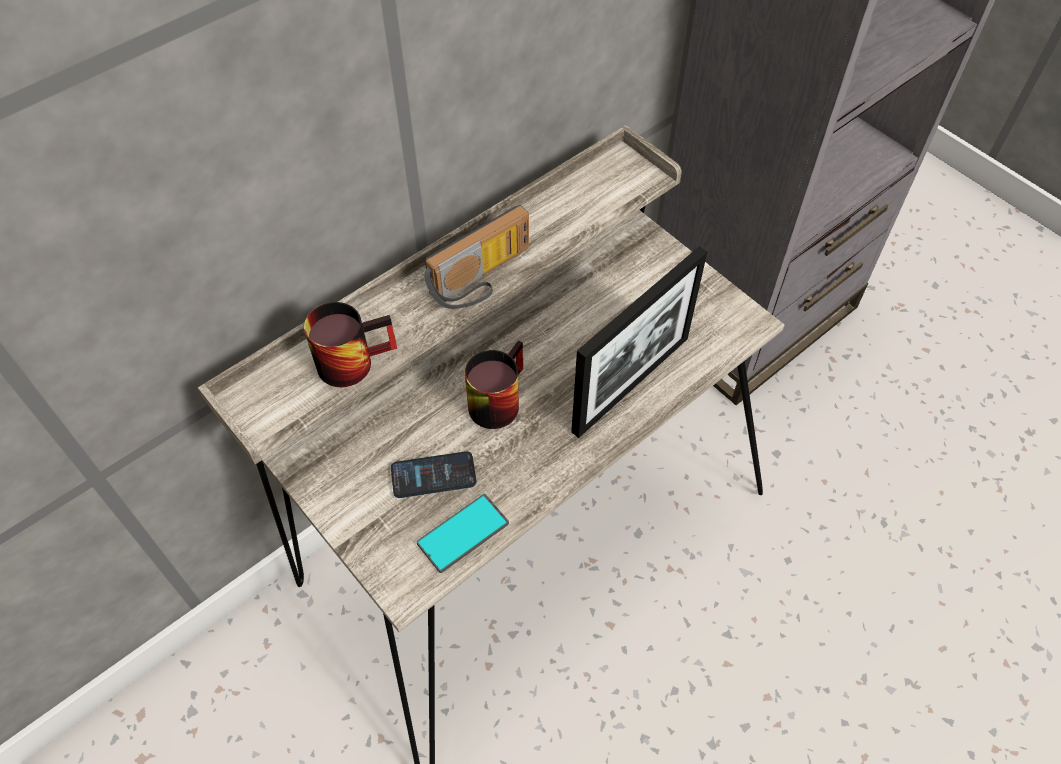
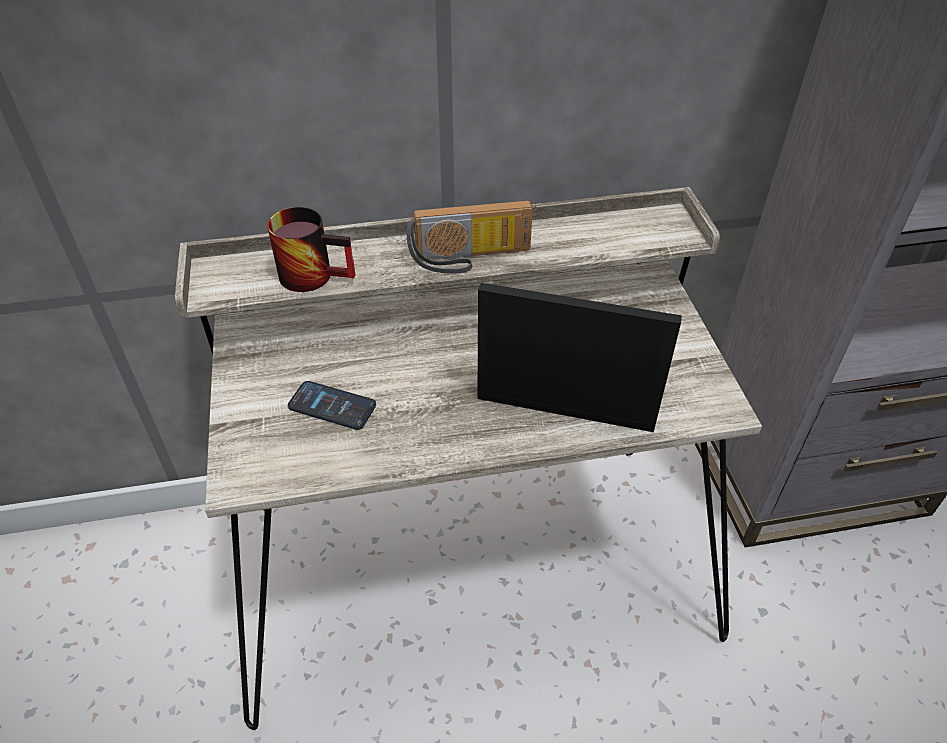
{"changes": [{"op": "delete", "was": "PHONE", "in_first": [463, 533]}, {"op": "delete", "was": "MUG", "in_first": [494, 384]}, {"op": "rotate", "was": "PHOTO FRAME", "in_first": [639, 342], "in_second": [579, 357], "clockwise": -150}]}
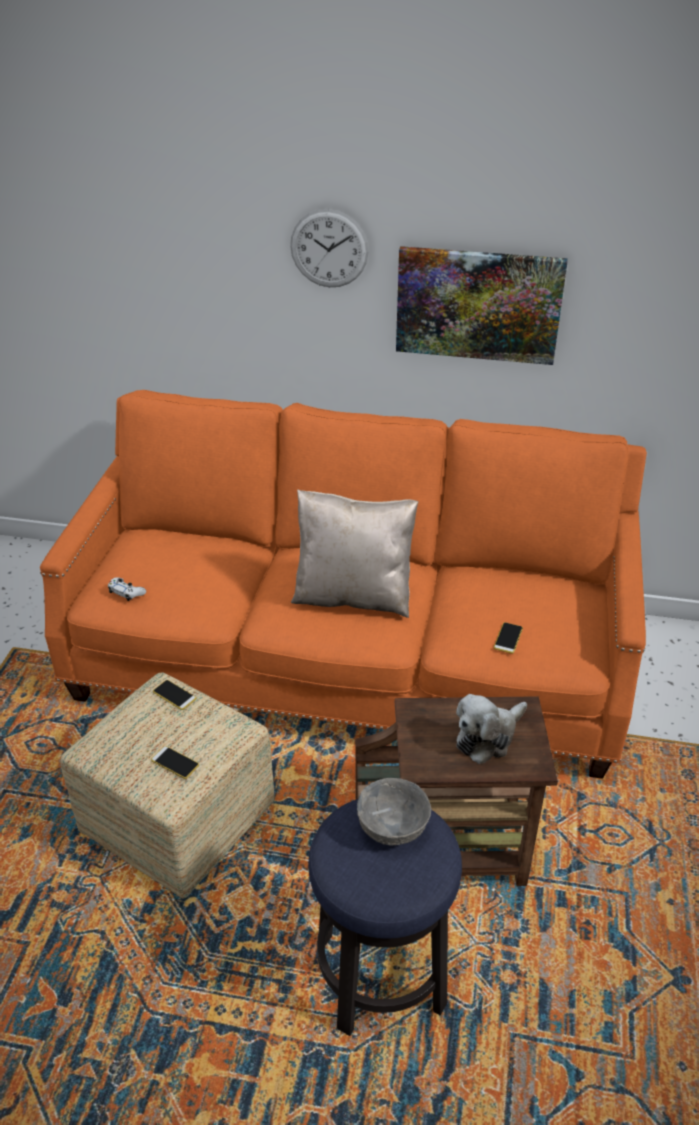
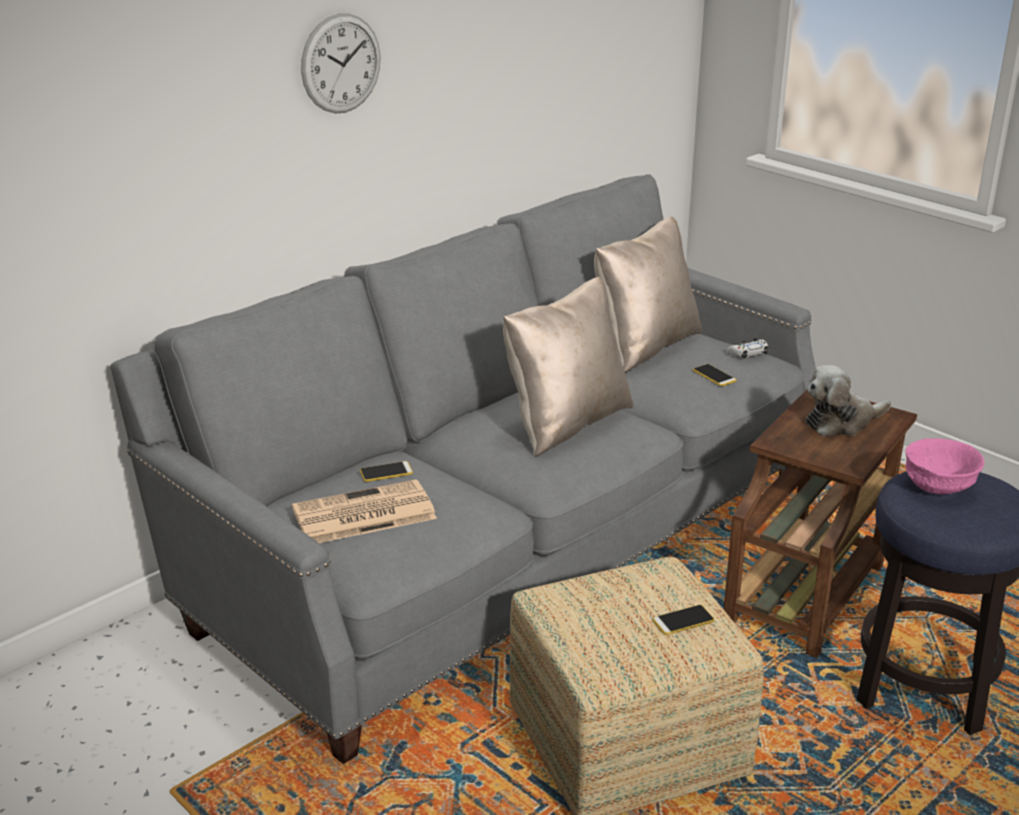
{"changes": [{"op": "recolor", "was": "ORANGEY SETTEE", "now": "GRAY SETTEE", "in_first": [343, 584], "in_second": [463, 469]}, {"op": "move", "was": "WHITISH GAMEPAD", "in_first": [127, 589], "in_second": [747, 348]}, {"op": "move", "was": "PHONE", "in_first": [174, 695], "in_second": [386, 471]}, {"op": "recolor", "was": "GRAY SERVING BOWL", "now": "PINK SERVING BOWL", "in_first": [394, 812], "in_second": [945, 466]}, {"op": "delete", "was": "PICTURE", "in_first": [482, 305]}, {"op": "rotate", "was": "CUDDLY TOY", "in_first": [491, 729], "in_second": [848, 400], "clockwise": 75}, {"op": "insert", "now": "DAILY PAPER", "in_second": [364, 511]}, {"op": "insert", "now": "SAND-COLOURED CUSHION", "in_second": [648, 294]}]}
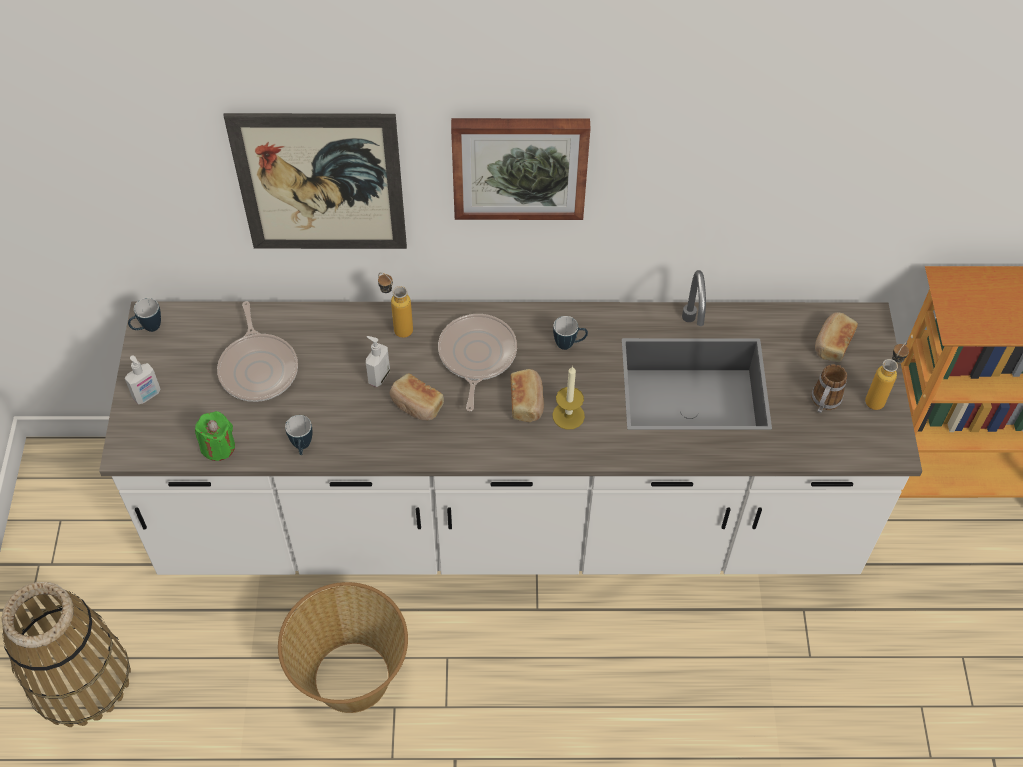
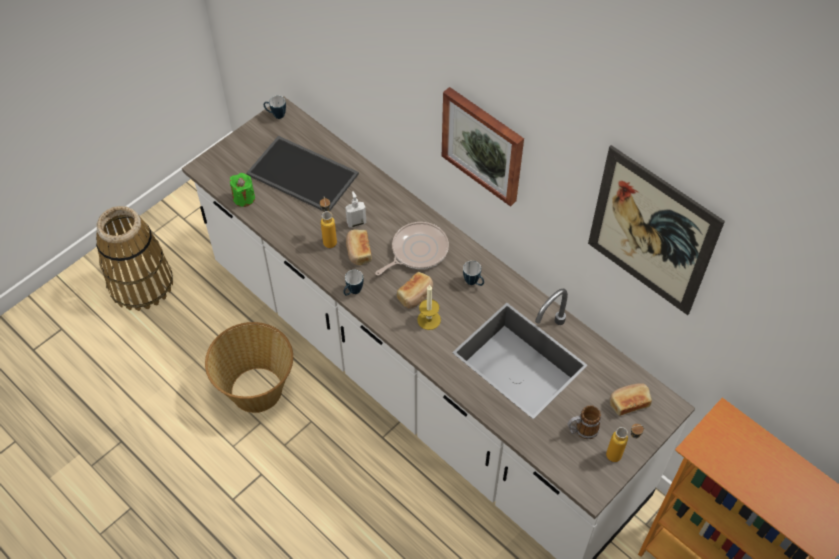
{"changes": [{"op": "delete", "was": "SOAP DISPENSER", "in_first": [143, 379]}, {"op": "replace", "was": "FRYING PAN", "now": "SERVING TRAY", "in_first": [257, 351], "in_second": [302, 174]}, {"op": "move", "was": "PICTURE", "in_first": [315, 181], "in_second": [656, 230]}, {"op": "move", "was": "MUG", "in_first": [298, 435], "in_second": [353, 283]}, {"op": "move", "was": "BEVERAGE BOTTLE", "in_first": [395, 305], "in_second": [328, 222]}]}
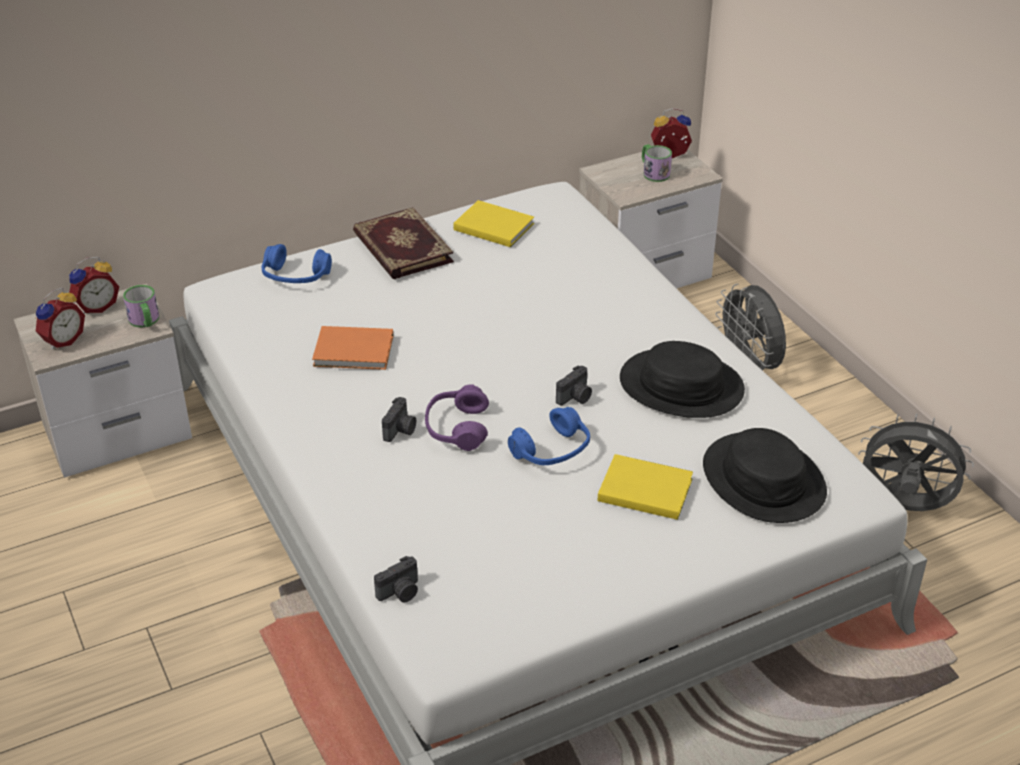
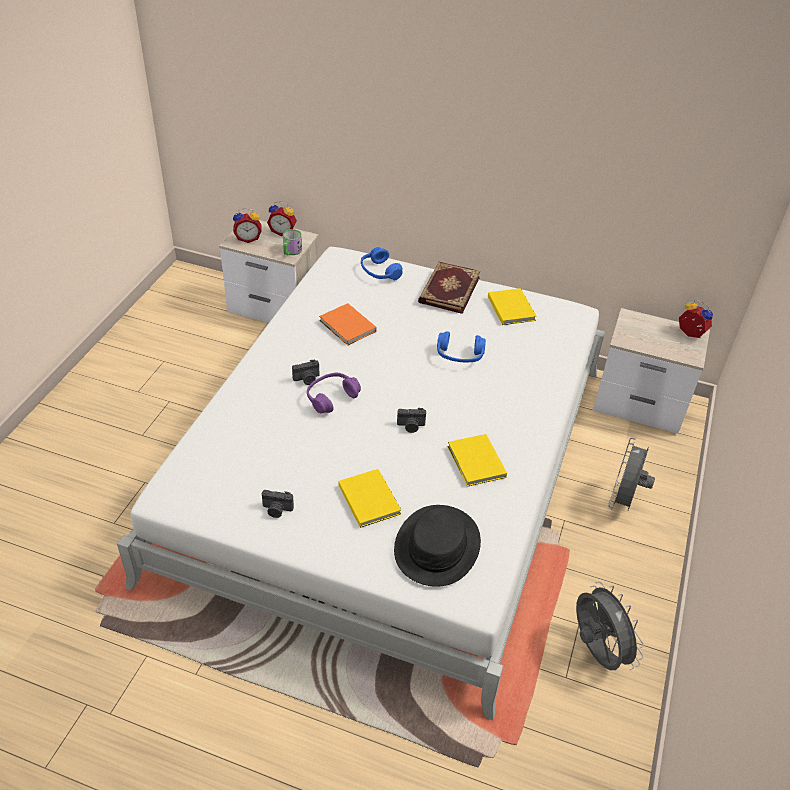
{"changes": [{"op": "move", "was": "STILL CAMERA", "in_first": [396, 579], "in_second": [278, 504]}, {"op": "move", "was": "BLUE HEADSET", "in_first": [549, 436], "in_second": [461, 347]}, {"op": "replace", "was": "BLACKISH CLOTHING HAT", "now": "YELLOW VOLUME", "in_first": [682, 379], "in_second": [477, 460]}, {"op": "delete", "was": "MUG", "in_first": [657, 163]}]}
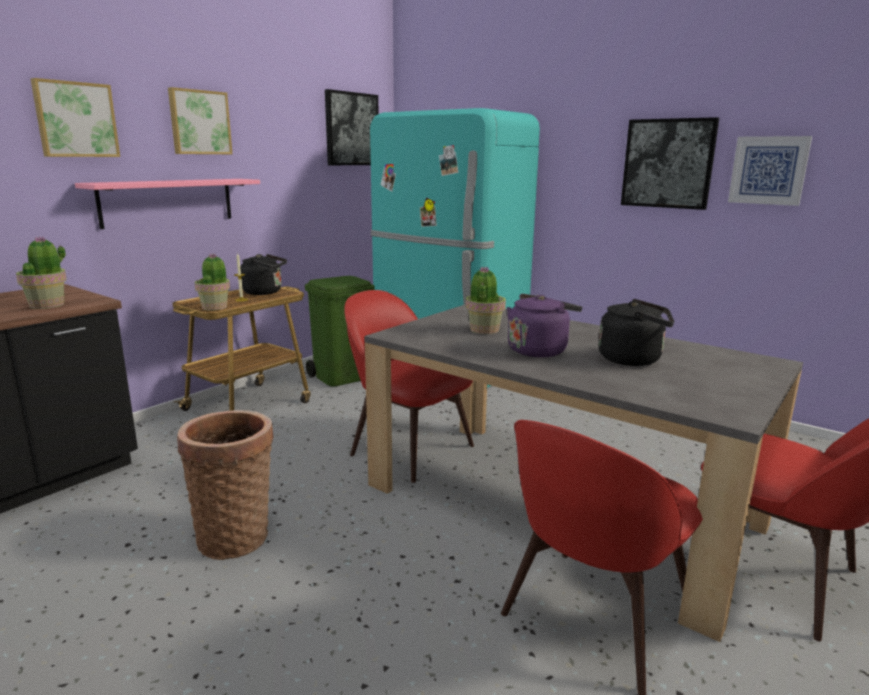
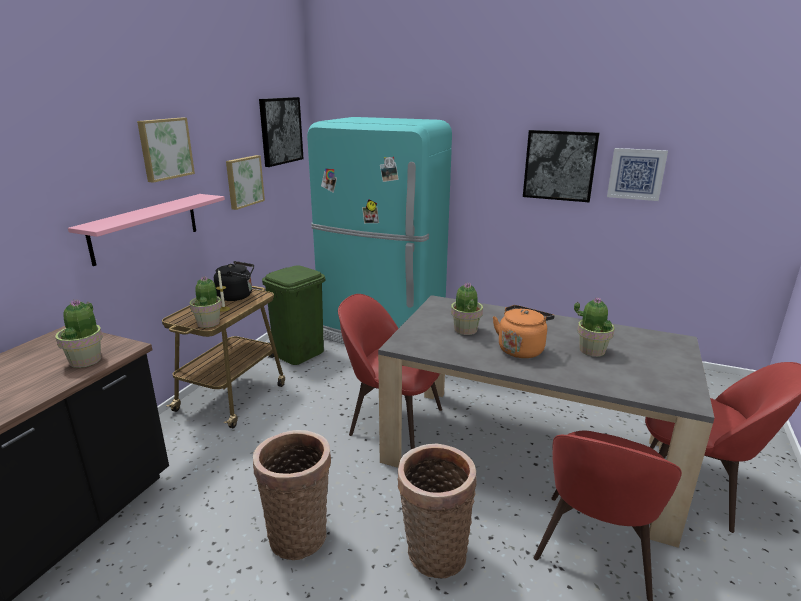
{"changes": [{"op": "move", "was": "PICTURE", "in_first": [75, 117], "in_second": [245, 182]}, {"op": "recolor", "was": "PURPLISH WATER KETTLE", "now": "ORANGEY WATER KETTLE", "in_first": [544, 326], "in_second": [524, 331]}, {"op": "replace", "was": "BLACKISH WATER KETTLE", "now": "PLANT IN A POT", "in_first": [636, 332], "in_second": [594, 327]}, {"op": "insert", "now": "HOUSEHOLD BASKET", "in_second": [437, 511]}]}
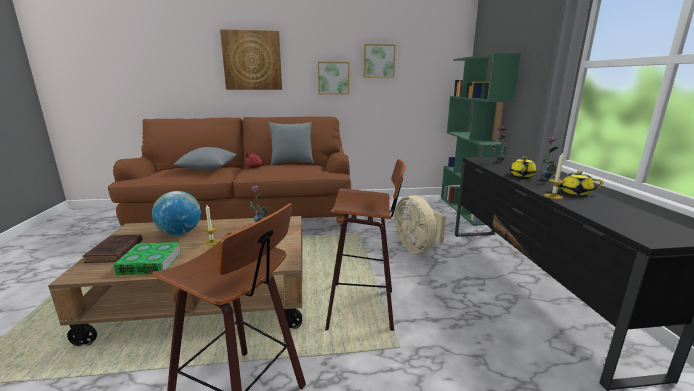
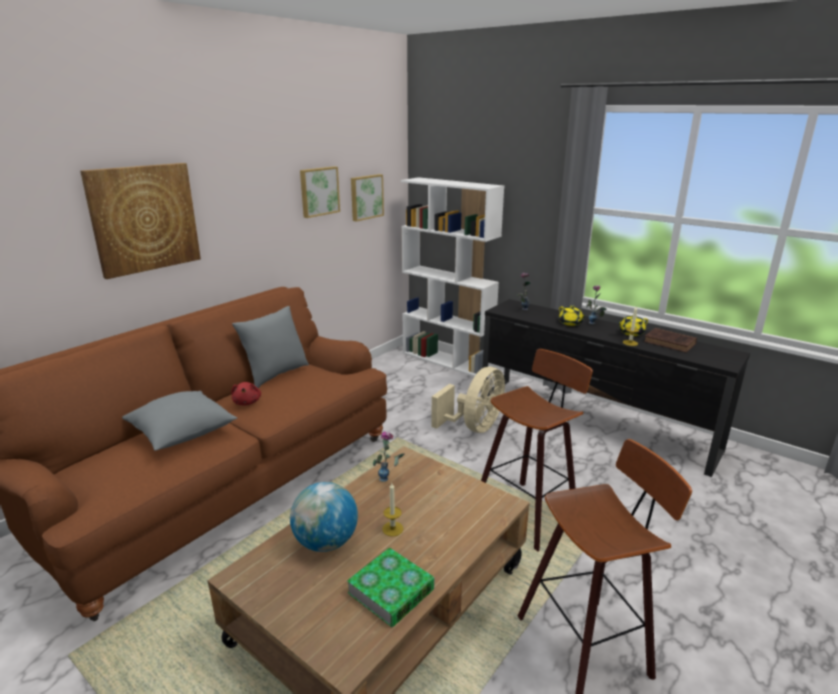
{"changes": [{"op": "move", "was": "BROWN-COLOURED VOLUME", "in_first": [113, 248], "in_second": [670, 340]}, {"op": "move", "was": "PICTURE", "in_first": [333, 78], "in_second": [367, 198]}, {"op": "rotate", "was": "SAND-COLOURED ELECTRIC FAN", "in_first": [420, 224], "in_second": [468, 400], "clockwise": -75}, {"op": "recolor", "was": "GREEN SHELVING UNIT", "now": "WHITISH SHELVING UNIT", "in_first": [481, 139], "in_second": [452, 277]}]}
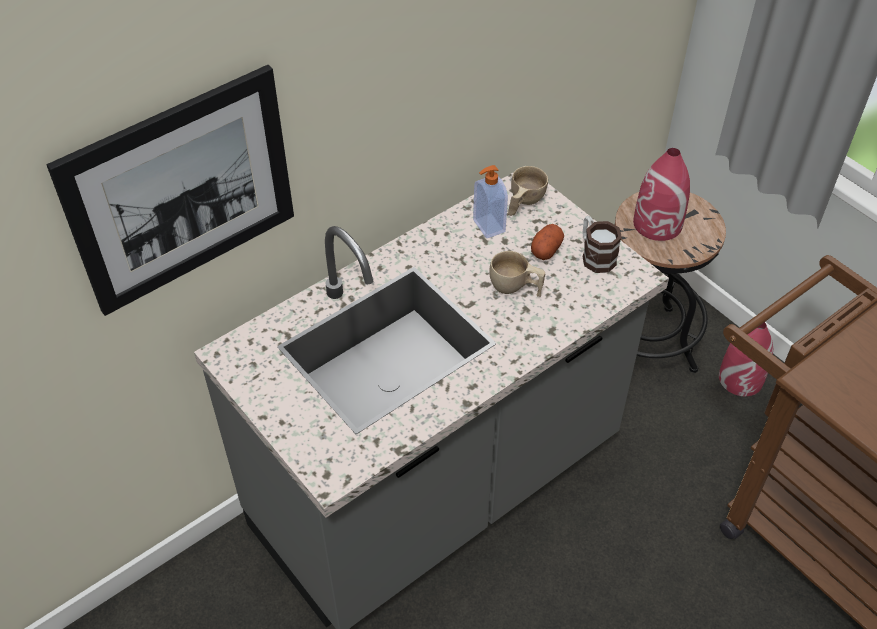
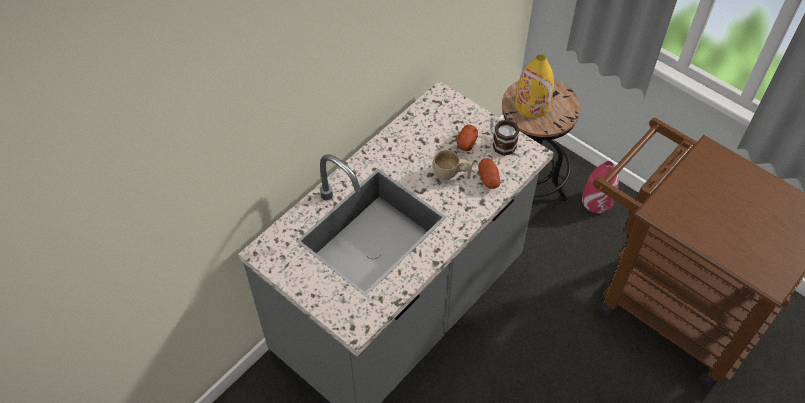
{"changes": [{"op": "delete", "was": "PICTURE", "in_first": [170, 190]}, {"op": "delete", "was": "SOAP DISPENSER", "in_first": [490, 201]}, {"op": "delete", "was": "SAND-COLOURED SMALL CUP", "in_first": [528, 191]}, {"op": "recolor", "was": "RED-COLOURED DECORATIVE VASE", "now": "YELLOW DECORATIVE VASE", "in_first": [661, 194], "in_second": [534, 86]}, {"op": "insert", "now": "SPUD", "in_second": [489, 173]}]}
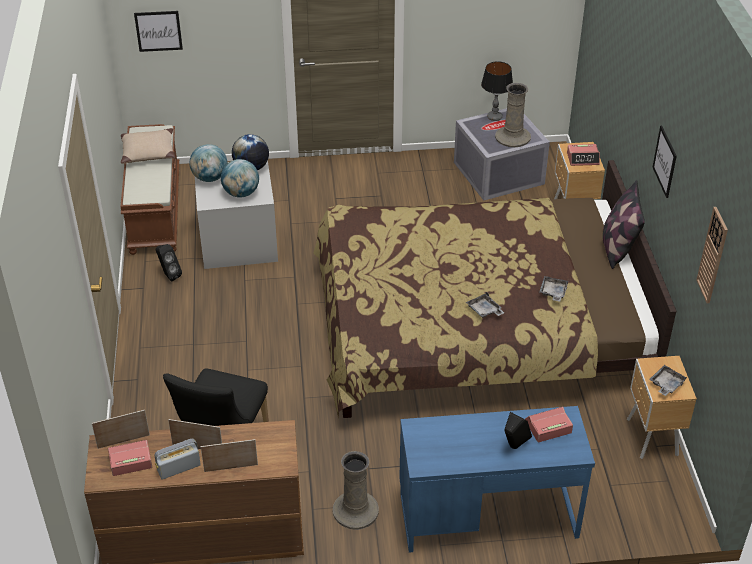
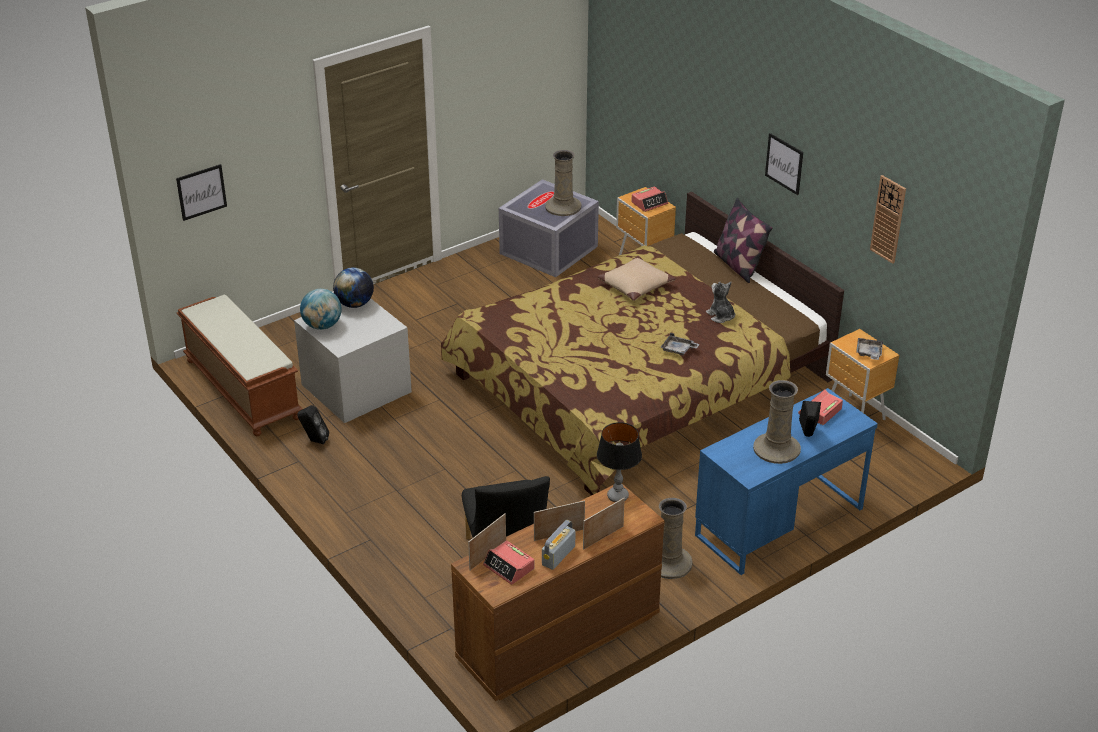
{"changes": [{"op": "rotate", "was": "BEDSIDE CLOCK", "in_first": [130, 458], "in_second": [509, 562], "clockwise": -90}, {"op": "move", "was": "SAND-COLOURED CUSHION", "in_first": [148, 146], "in_second": [637, 278]}, {"op": "delete", "was": "GLOBE", "in_first": [240, 178]}, {"op": "move", "was": "LAMP FOR A TABLE", "in_first": [497, 91], "in_second": [619, 462]}, {"op": "replace", "was": "GRAY SERVING TRAY", "now": "CUDDLY TOY", "in_first": [554, 289], "in_second": [720, 302]}, {"op": "insert", "now": "SAND-COLOURED DECORATIVE VASE", "in_second": [777, 422]}]}
